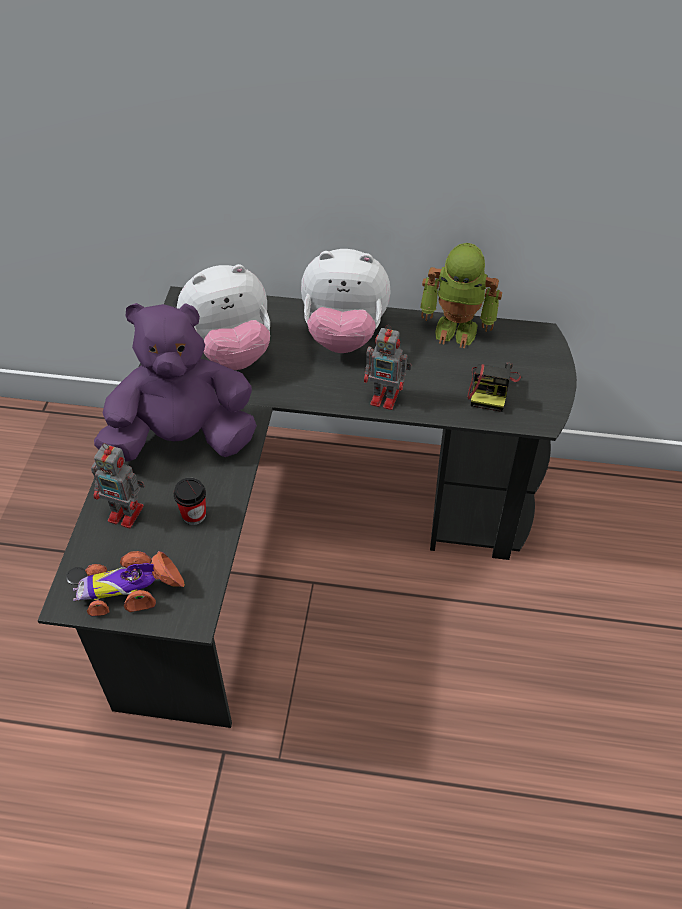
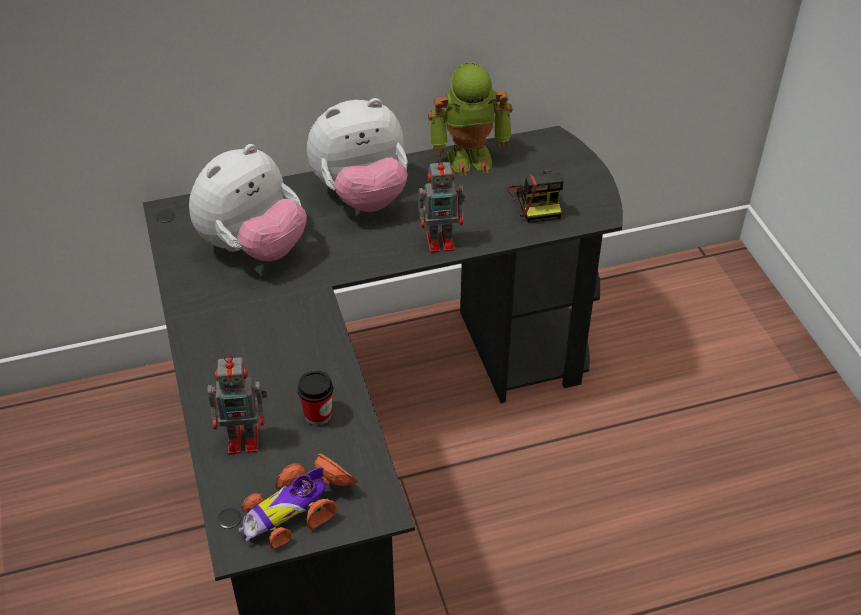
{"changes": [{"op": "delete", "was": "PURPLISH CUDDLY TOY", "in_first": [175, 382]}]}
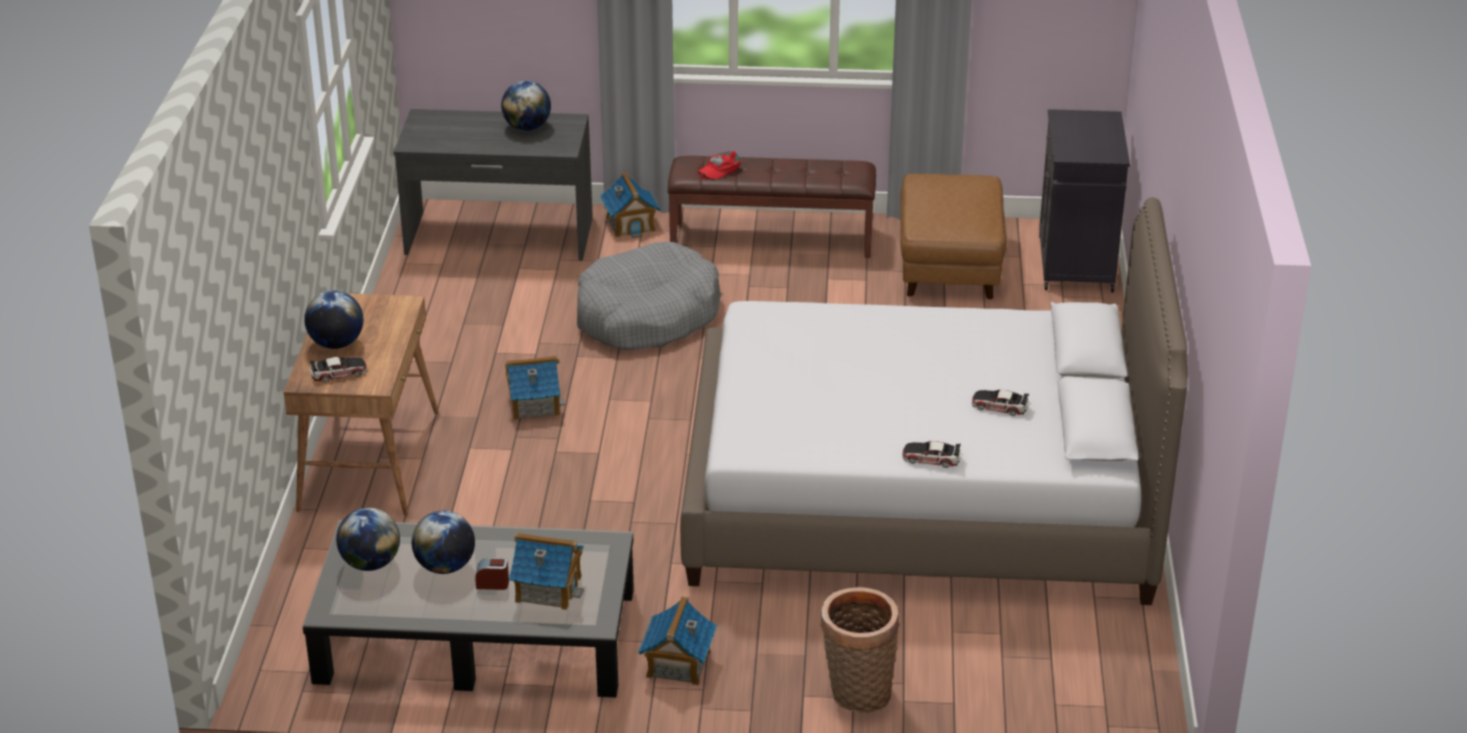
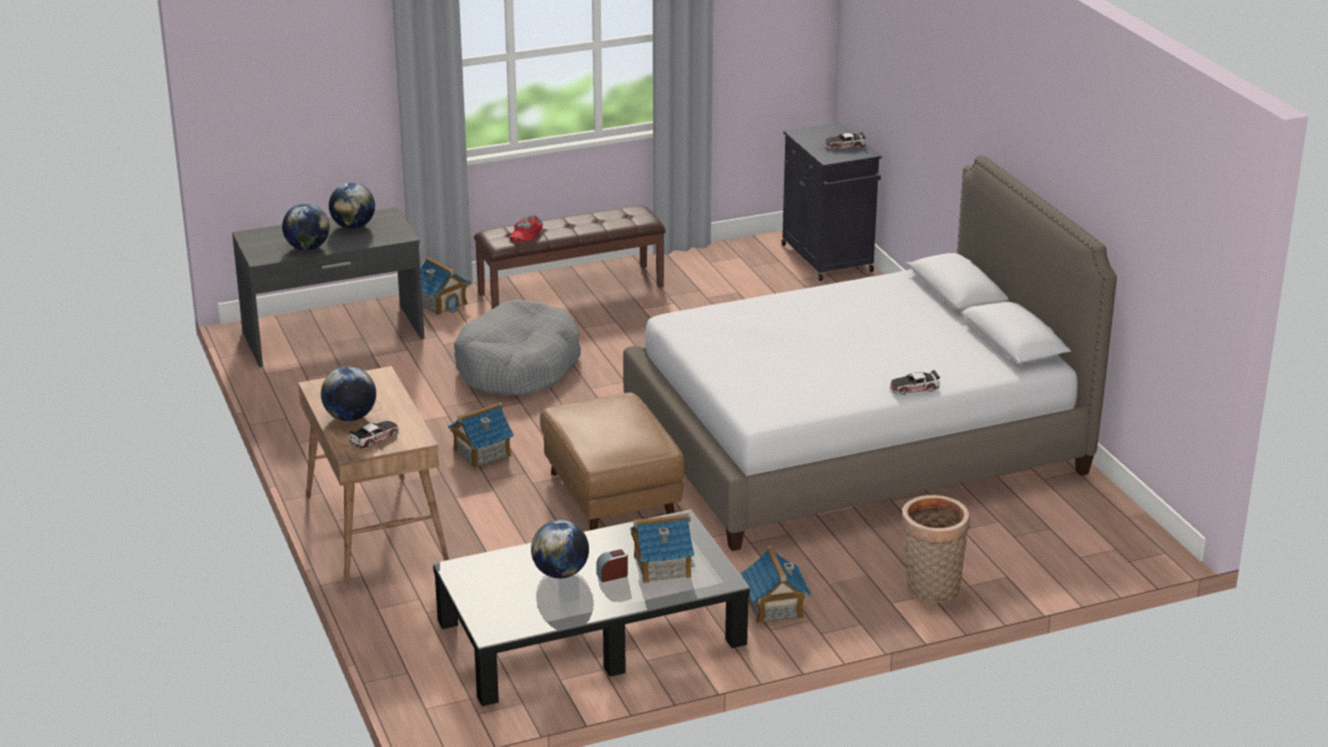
{"changes": [{"op": "move", "was": "GLOBE", "in_first": [368, 539], "in_second": [306, 226]}, {"op": "move", "was": "BROWN-COLOURED OTTOMAN", "in_first": [953, 236], "in_second": [612, 461]}, {"op": "move", "was": "TOY CAR", "in_first": [1000, 402], "in_second": [845, 141]}]}
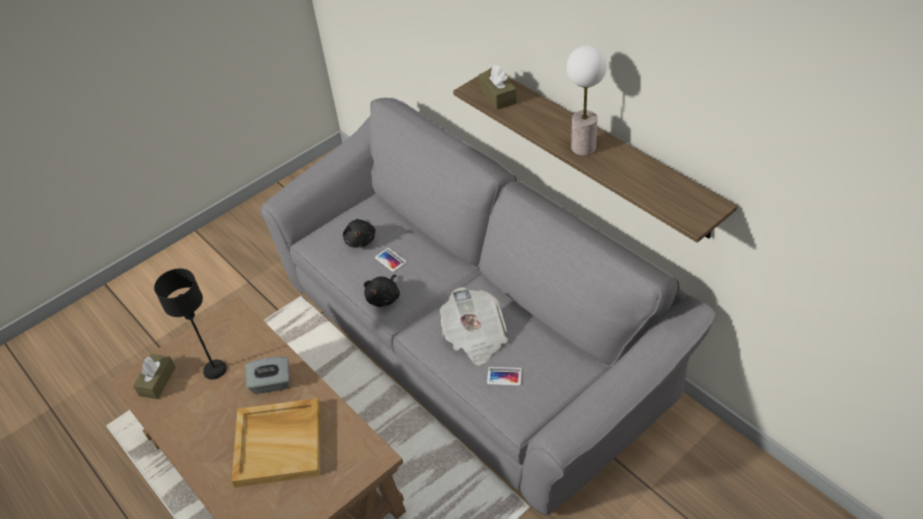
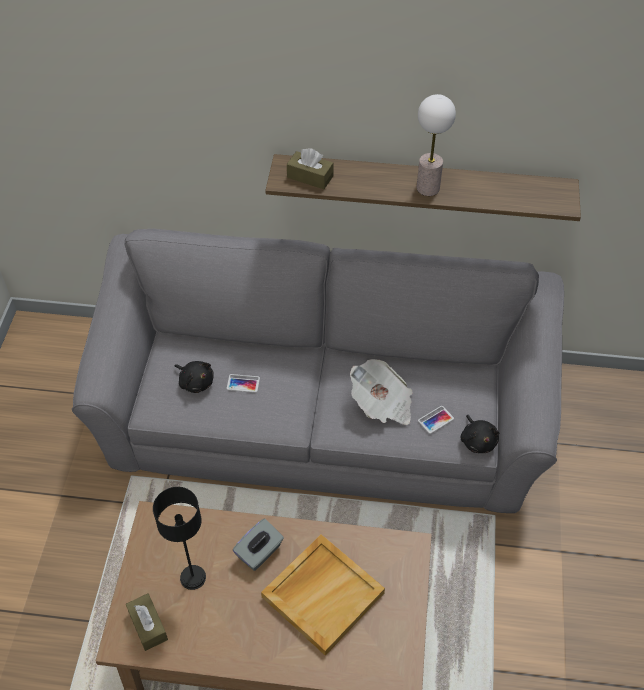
{"changes": [{"op": "move", "was": "BLACKISH CUDDLY TOY", "in_first": [382, 291], "in_second": [480, 434]}]}
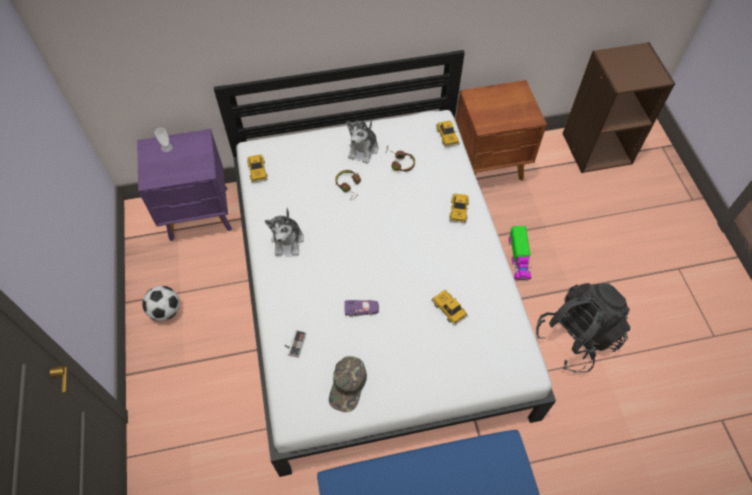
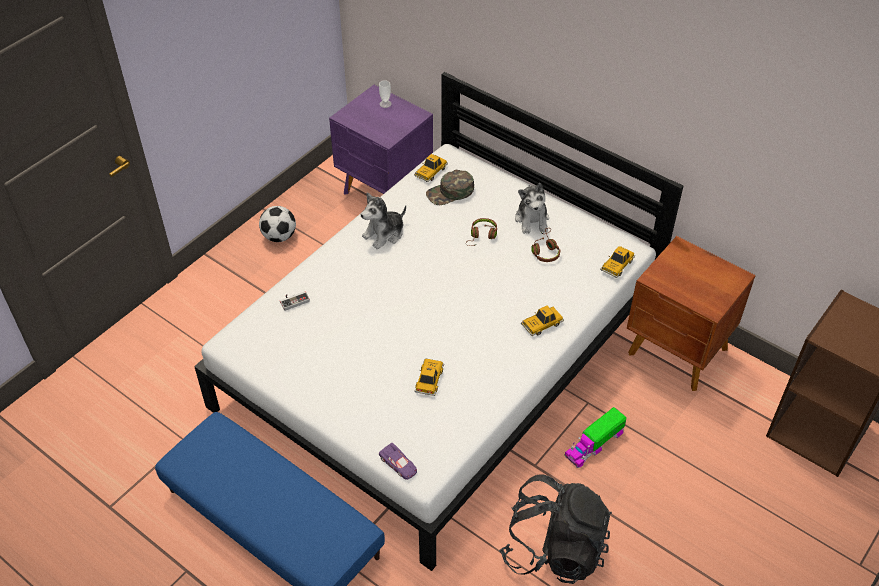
{"changes": [{"op": "move", "was": "GREEN CAP", "in_first": [348, 384], "in_second": [450, 187]}, {"op": "move", "was": "PURPLISH TOY CAR", "in_first": [361, 308], "in_second": [398, 461]}, {"op": "rotate", "was": "CUDDLY TOY", "in_first": [362, 142], "in_second": [532, 208], "clockwise": -75}]}
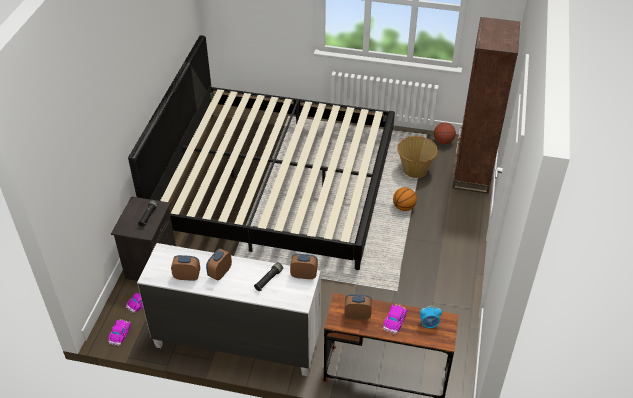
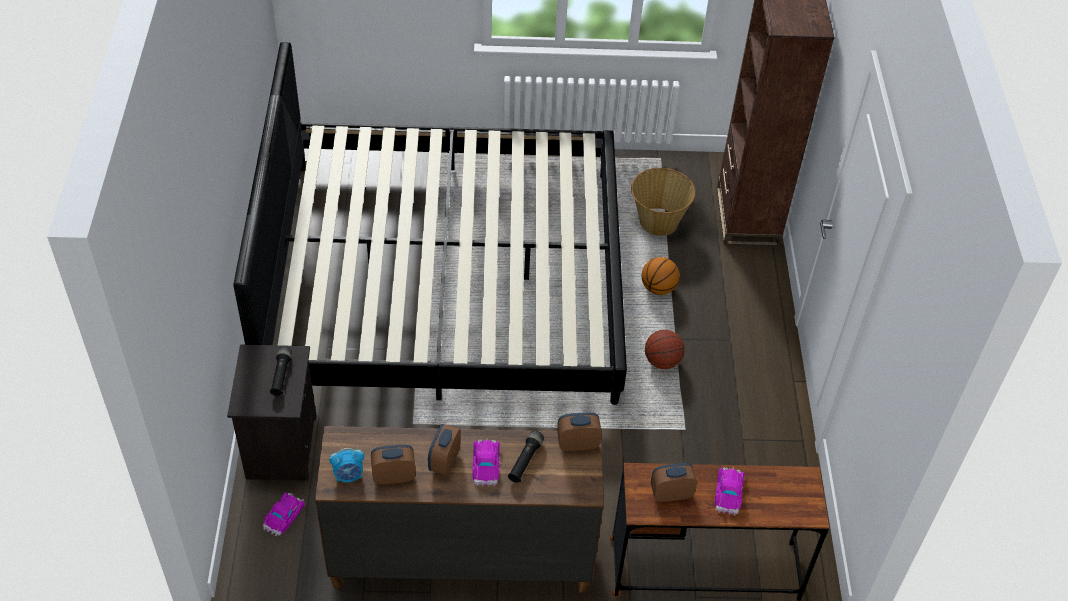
{"changes": [{"op": "move", "was": "TOY CAR", "in_first": [119, 332], "in_second": [486, 462]}, {"op": "recolor", "was": "WHITISH DRAWER CHEST", "now": "BROWN-COLOURED DRAWER CHEST", "in_first": [229, 309], "in_second": [459, 509]}, {"op": "move", "was": "BEDSIDE CLOCK", "in_first": [431, 317], "in_second": [346, 465]}, {"op": "move", "was": "BASKETBALL", "in_first": [445, 133], "in_second": [665, 349]}]}
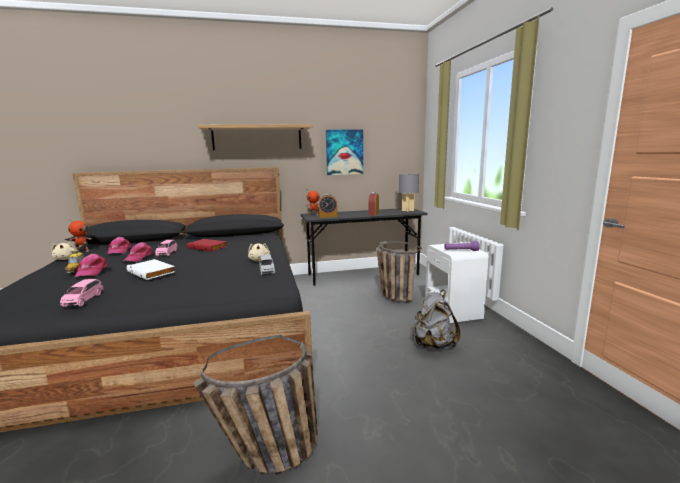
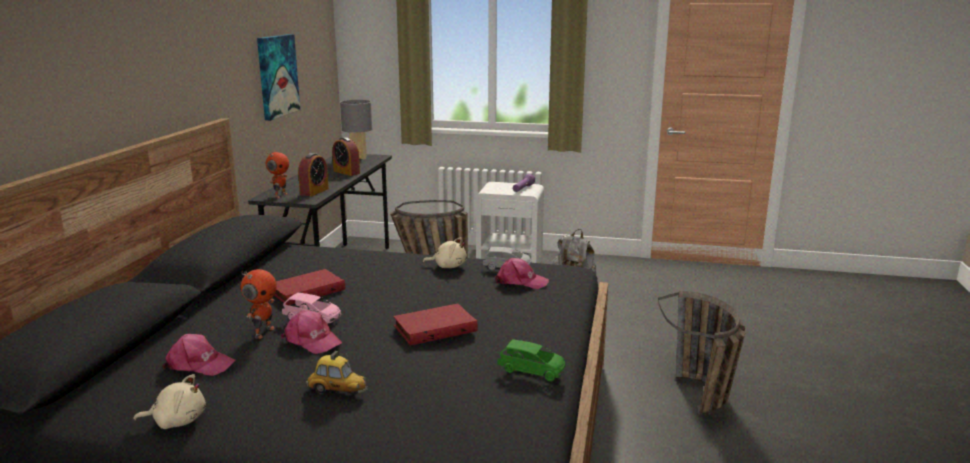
{"changes": [{"op": "recolor", "was": "PINK TOY CAR", "now": "GREEN TOY CAR", "in_first": [81, 293], "in_second": [531, 360]}, {"op": "move", "was": "MODEL ROBOT", "in_first": [79, 235], "in_second": [259, 304]}, {"op": "move", "was": "PINK CAP", "in_first": [91, 265], "in_second": [522, 273]}, {"op": "recolor", "was": "WHITISH VOLUME", "now": "RED-COLOURED VOLUME", "in_first": [151, 269], "in_second": [435, 324]}, {"op": "delete", "was": "BRACKET SHELF", "in_first": [255, 137]}]}
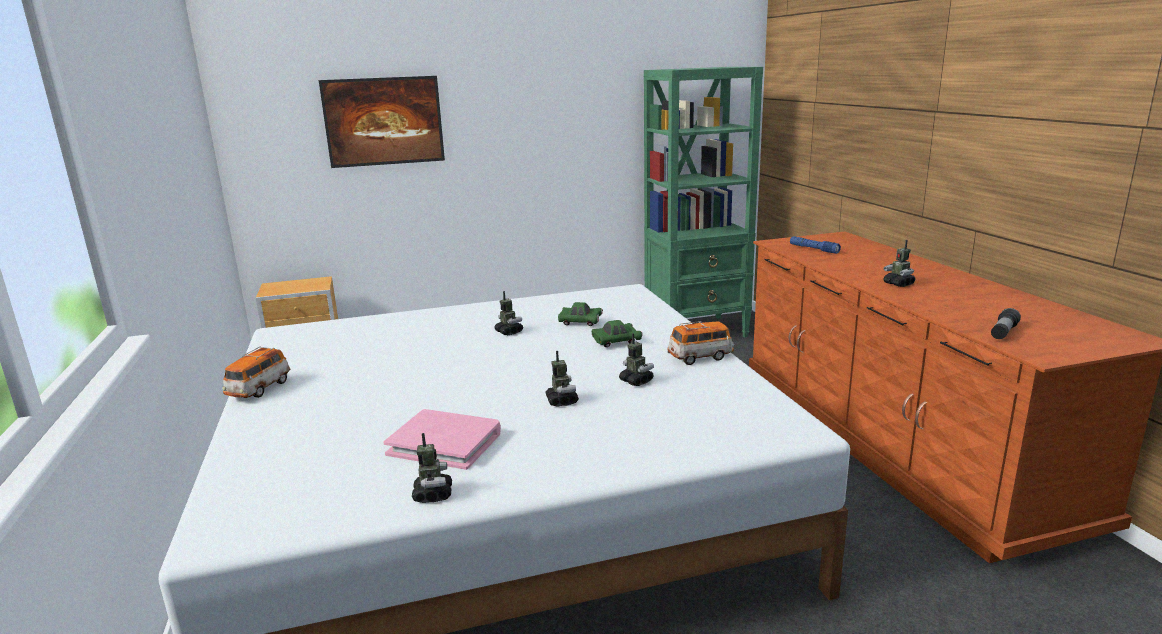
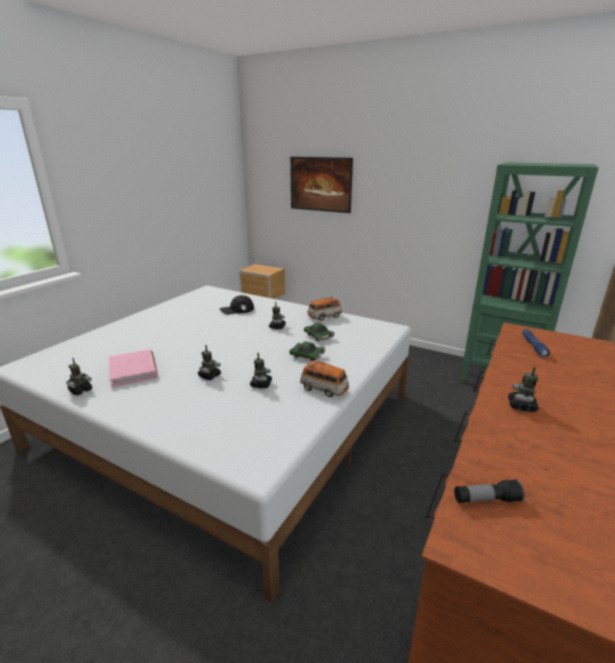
{"changes": [{"op": "move", "was": "TOY CAR", "in_first": [256, 372], "in_second": [324, 308]}, {"op": "insert", "now": "BLACKISH CAP", "in_second": [237, 305]}]}
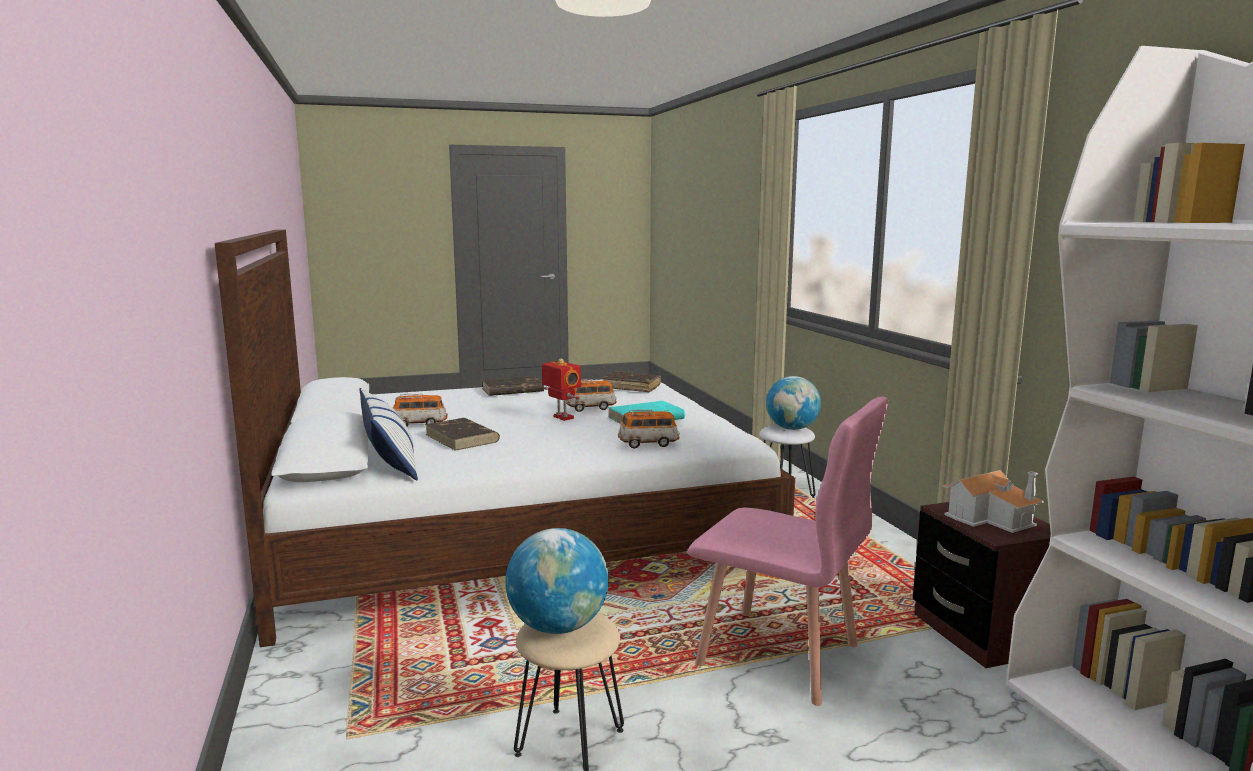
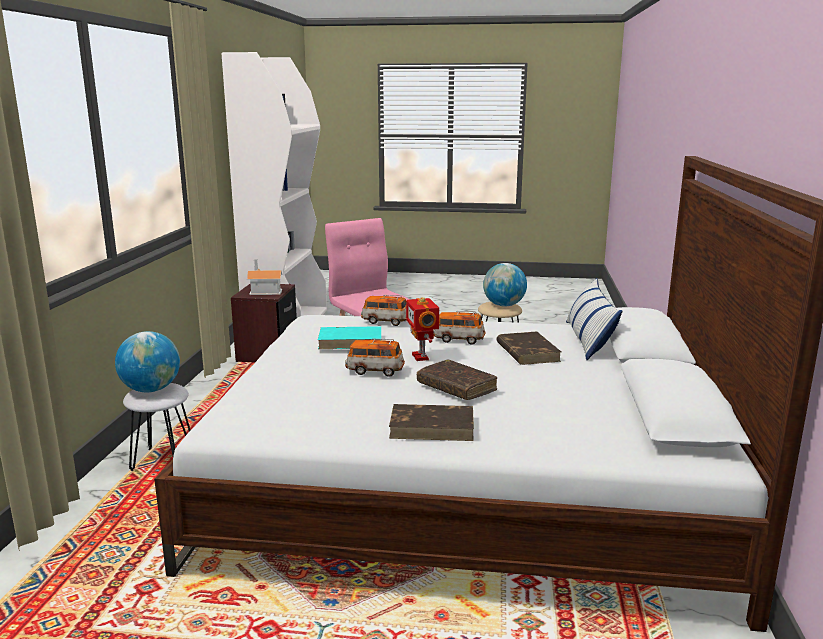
{"changes": [{"op": "move", "was": "TOY CAR", "in_first": [420, 410], "in_second": [459, 328]}, {"op": "move", "was": "BROWN-COLOURED VOLUME", "in_first": [631, 381], "in_second": [457, 379]}]}
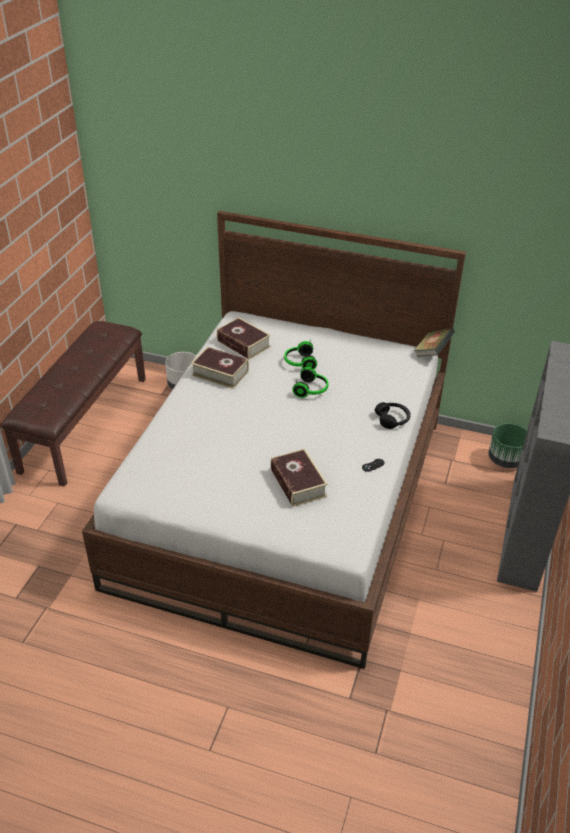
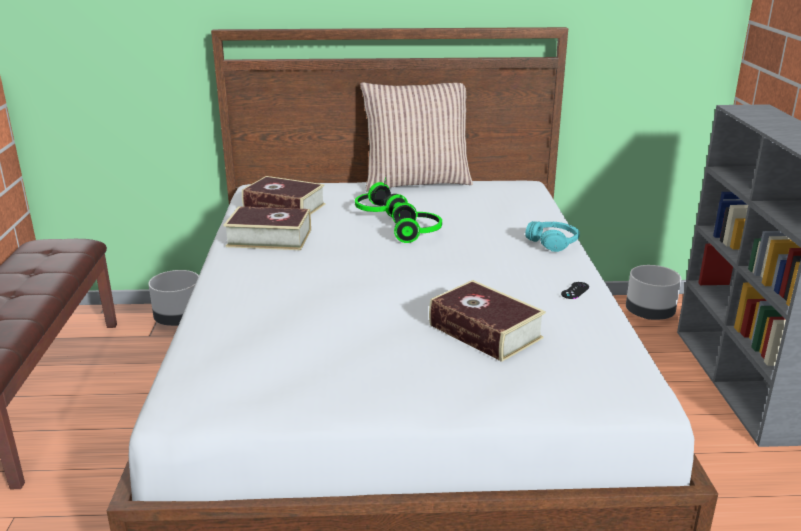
{"changes": [{"op": "recolor", "was": "BLACKISH HEADSET", "now": "BLUE-GREEN HEADSET", "in_first": [393, 415], "in_second": [552, 236]}, {"op": "delete", "was": "VOLUME", "in_first": [434, 342]}, {"op": "recolor", "was": "GREEN FLOWER POT", "now": "GRAY FLOWER POT", "in_first": [507, 445], "in_second": [653, 292]}, {"op": "insert", "now": "CUSHION", "in_second": [416, 136]}]}
